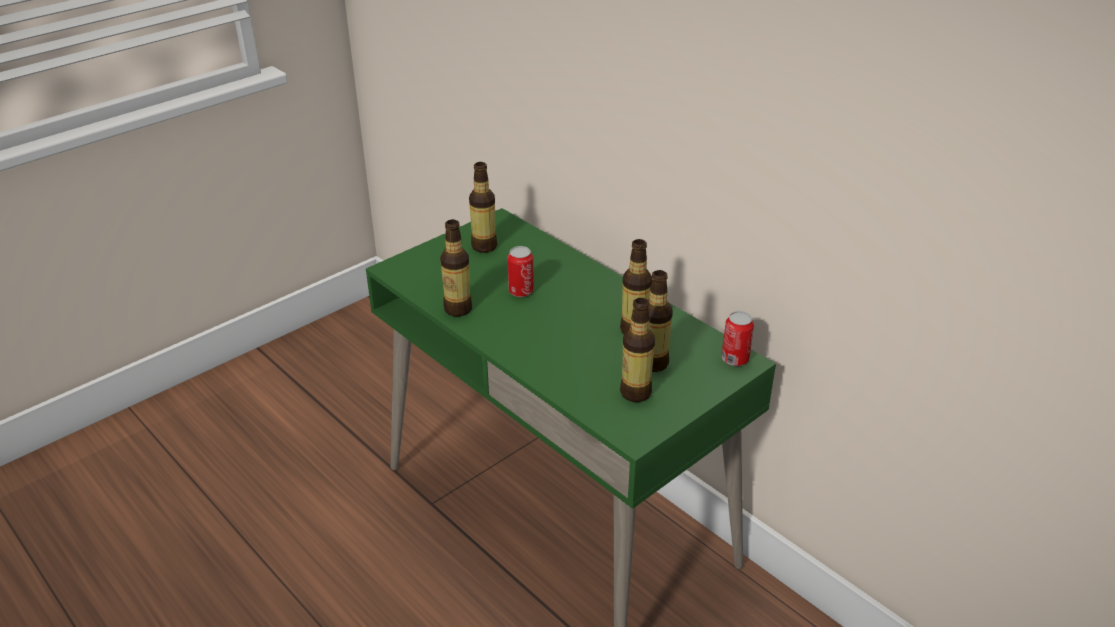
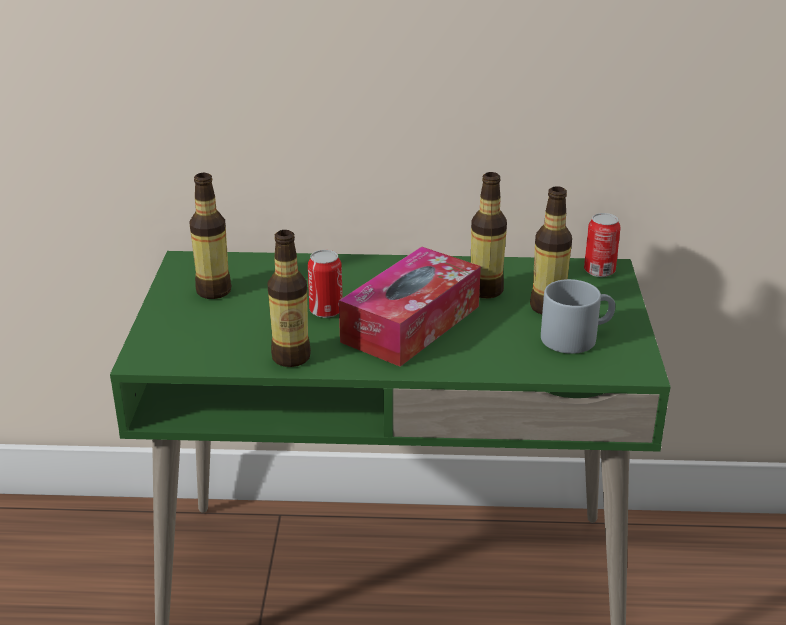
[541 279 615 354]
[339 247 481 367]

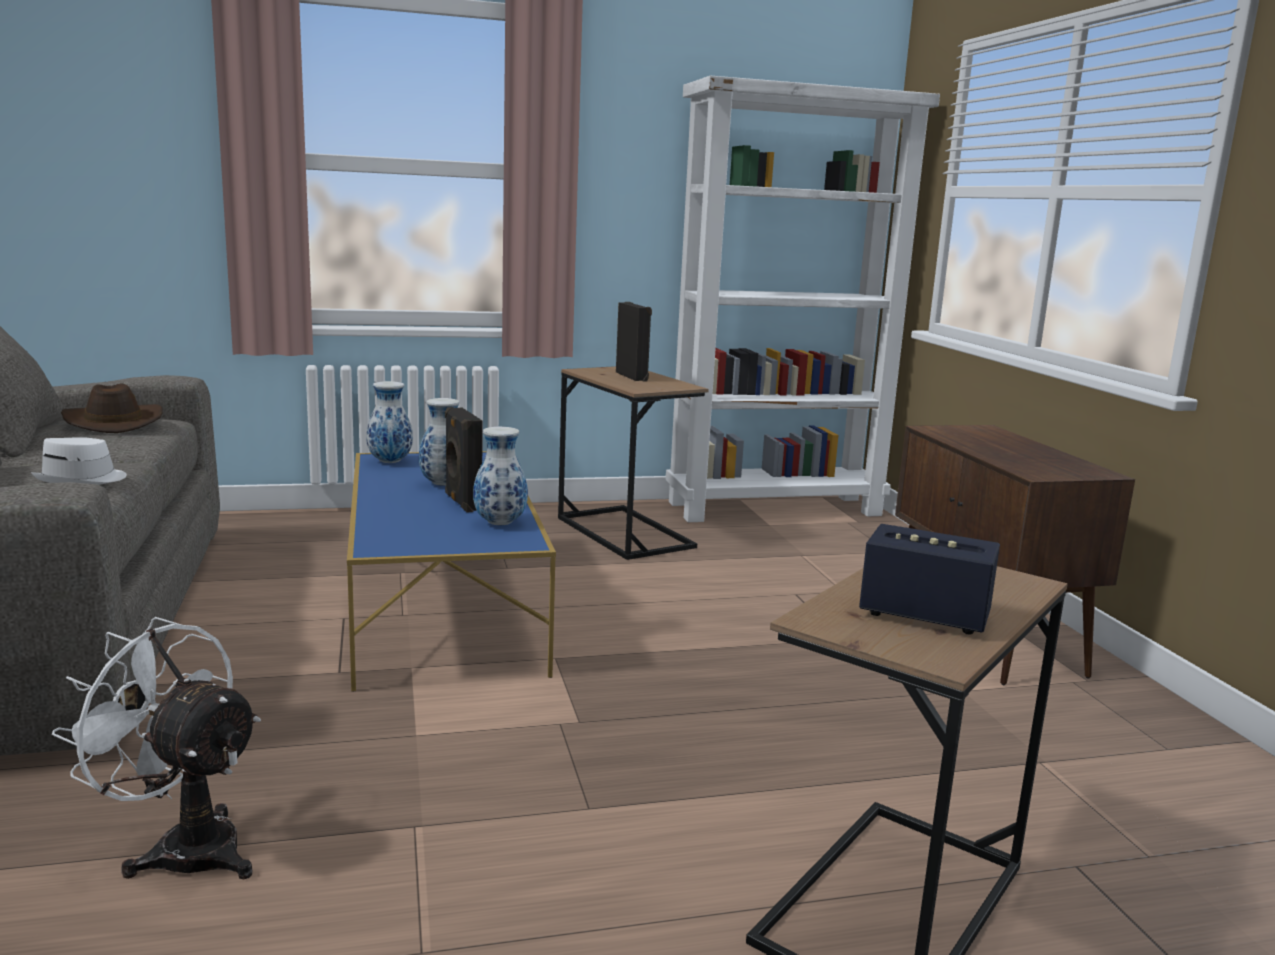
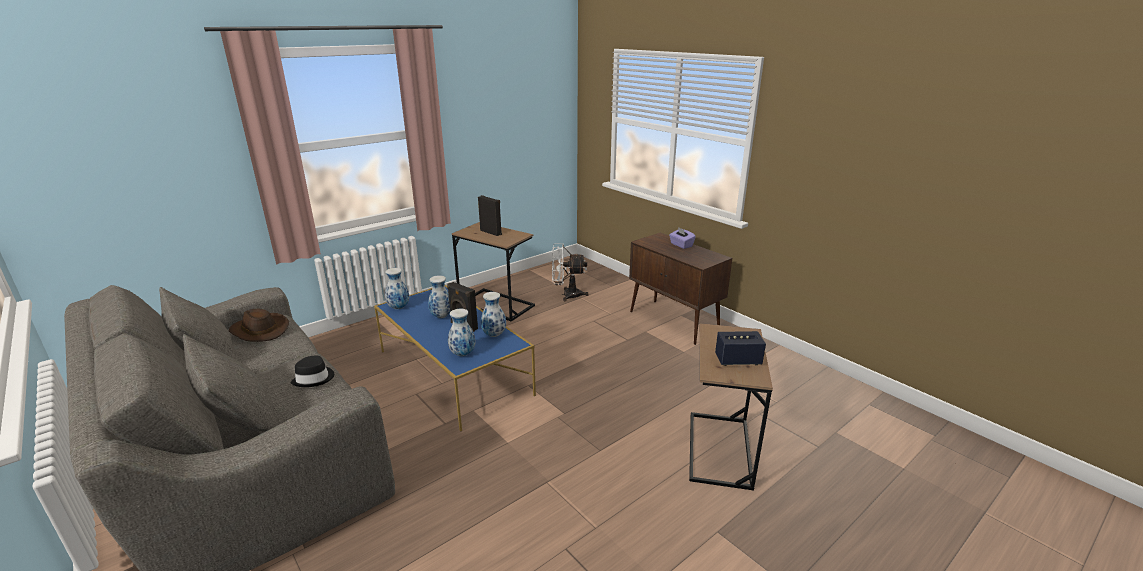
[291 356 334 387]
[552 244 589 301]
[665 76 940 522] (first image)
[448 309 475 356]
[669 227 696 249]

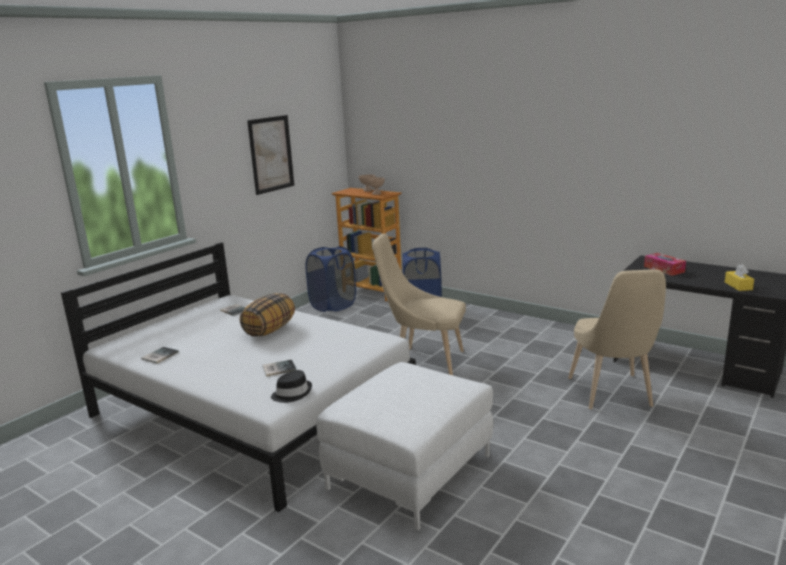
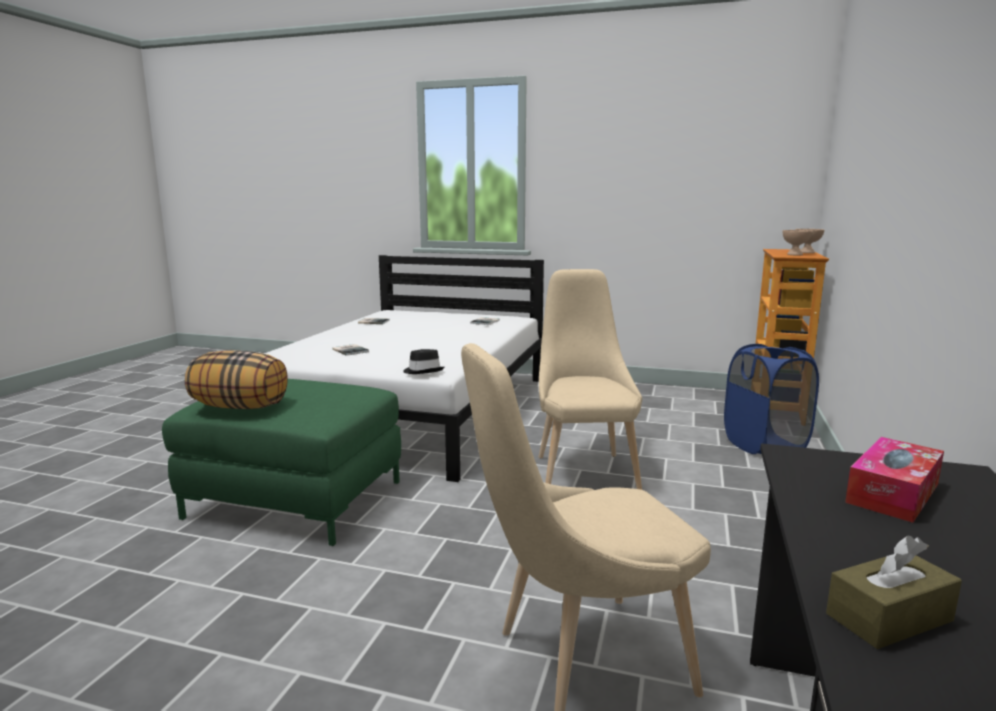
[185 350 288 409]
[247 115 294 195] (first image)
[403 349 444 374]
[306 246 356 312] (first image)
[162 379 401 546]
[826 536 962 649]

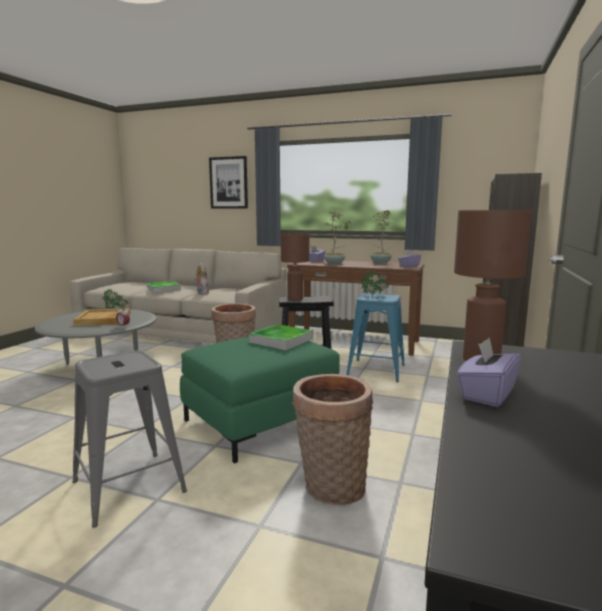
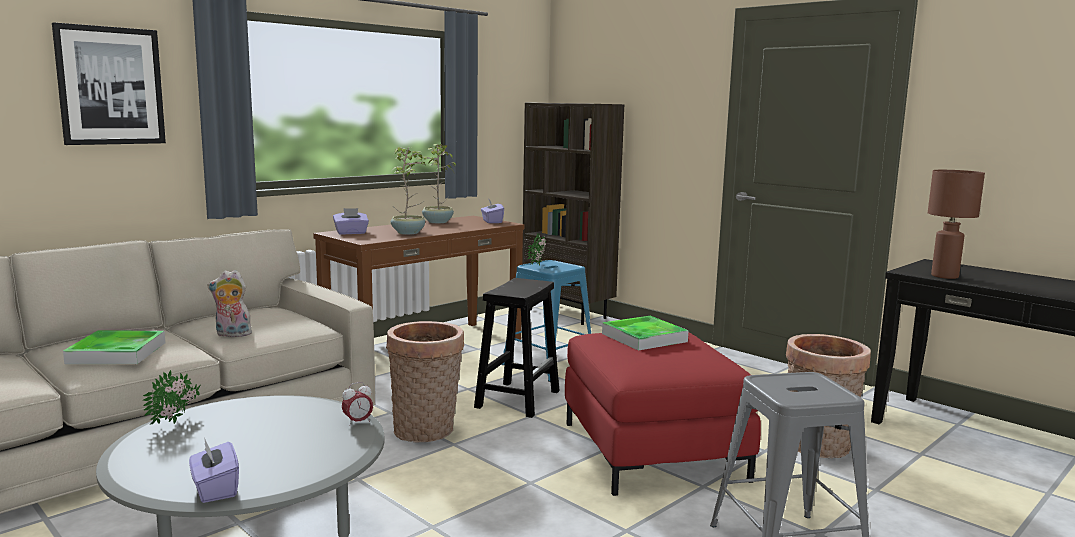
[73 308 131 326] (first image)
[565 332 761 496]
[281 233 309 301] (first image)
[189 438 239 503]

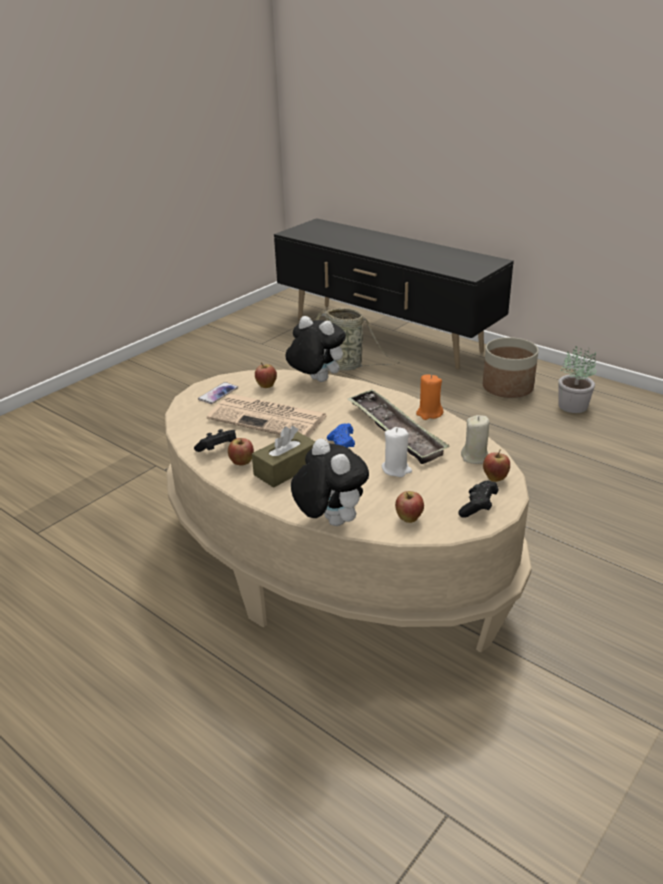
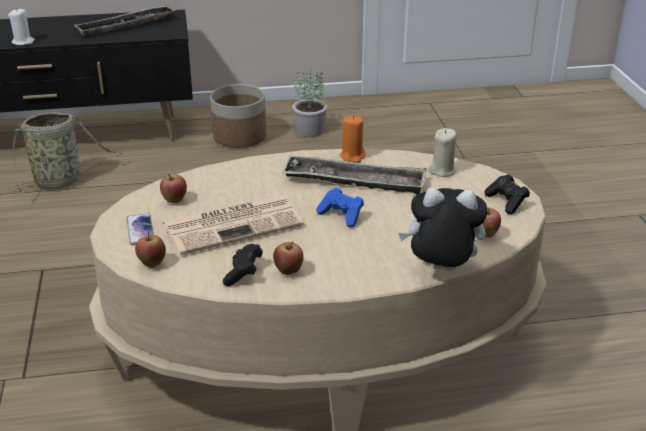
[252 426 315 488] (first image)
[286 316 346 382] (first image)
[8 8 35 45]
[135 231 166 268]
[74 5 175 37]

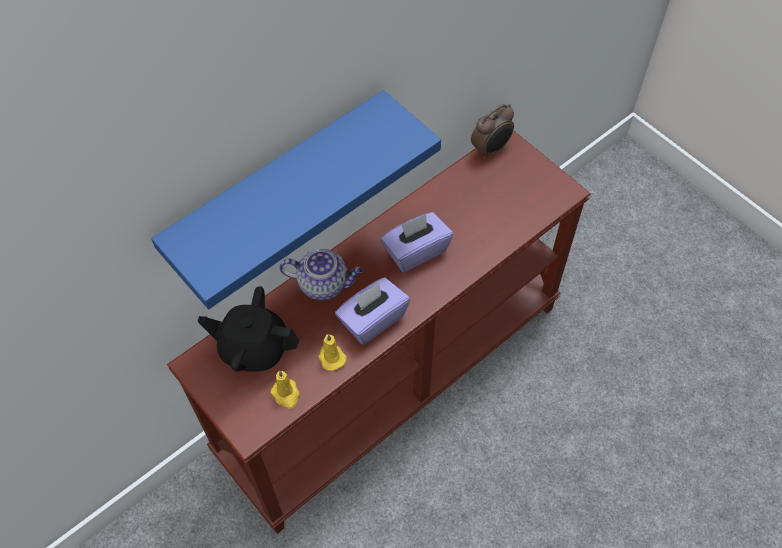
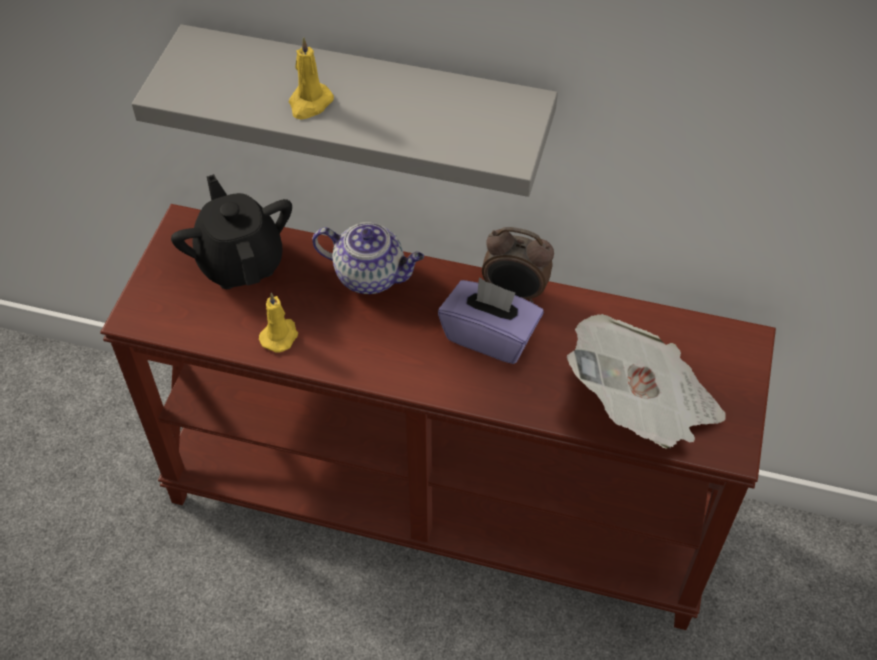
[132 24 558 197]
[289 37 334 119]
[312 222 424 294]
[335 278 410 345] (first image)
[482 227 554 303]
[567 314 725 449]

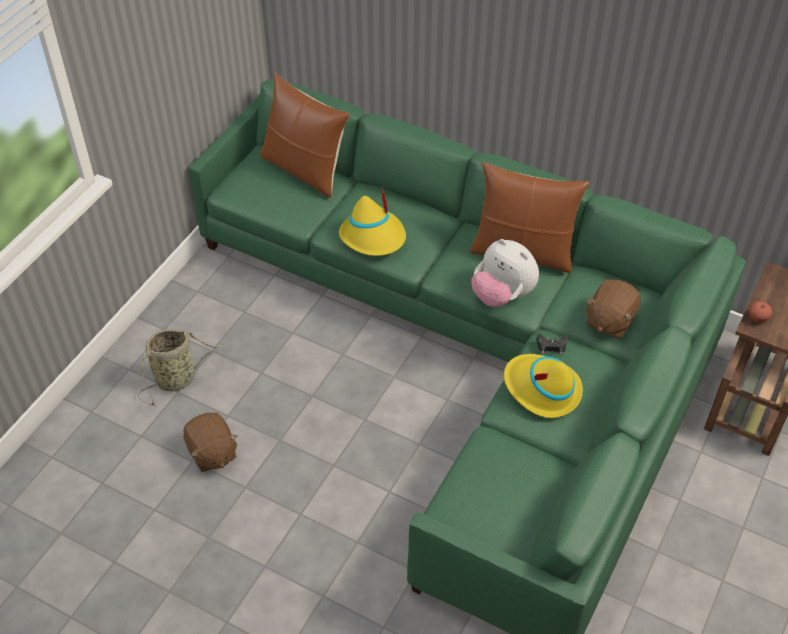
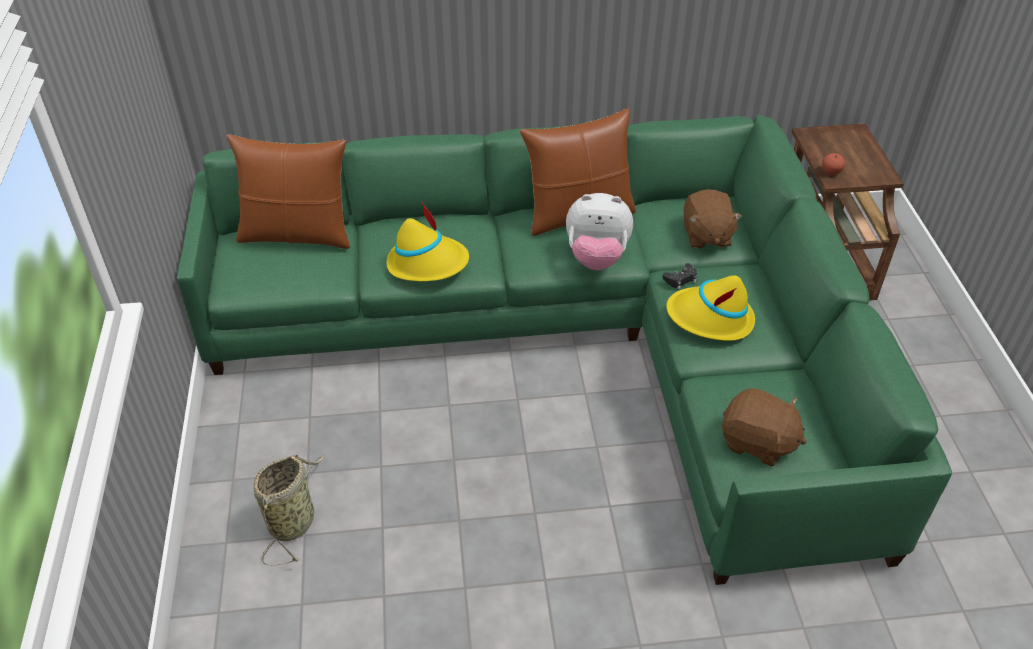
[722 388 807 466]

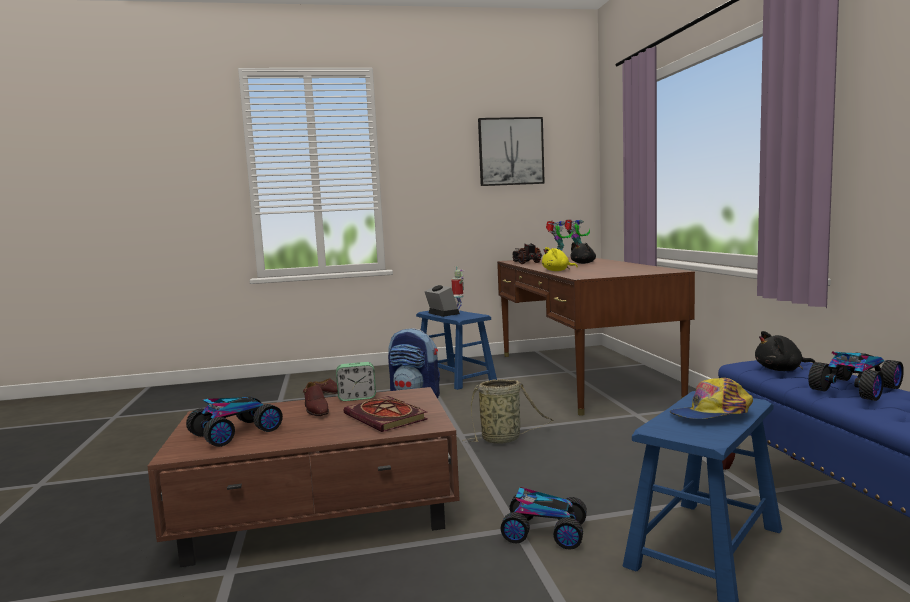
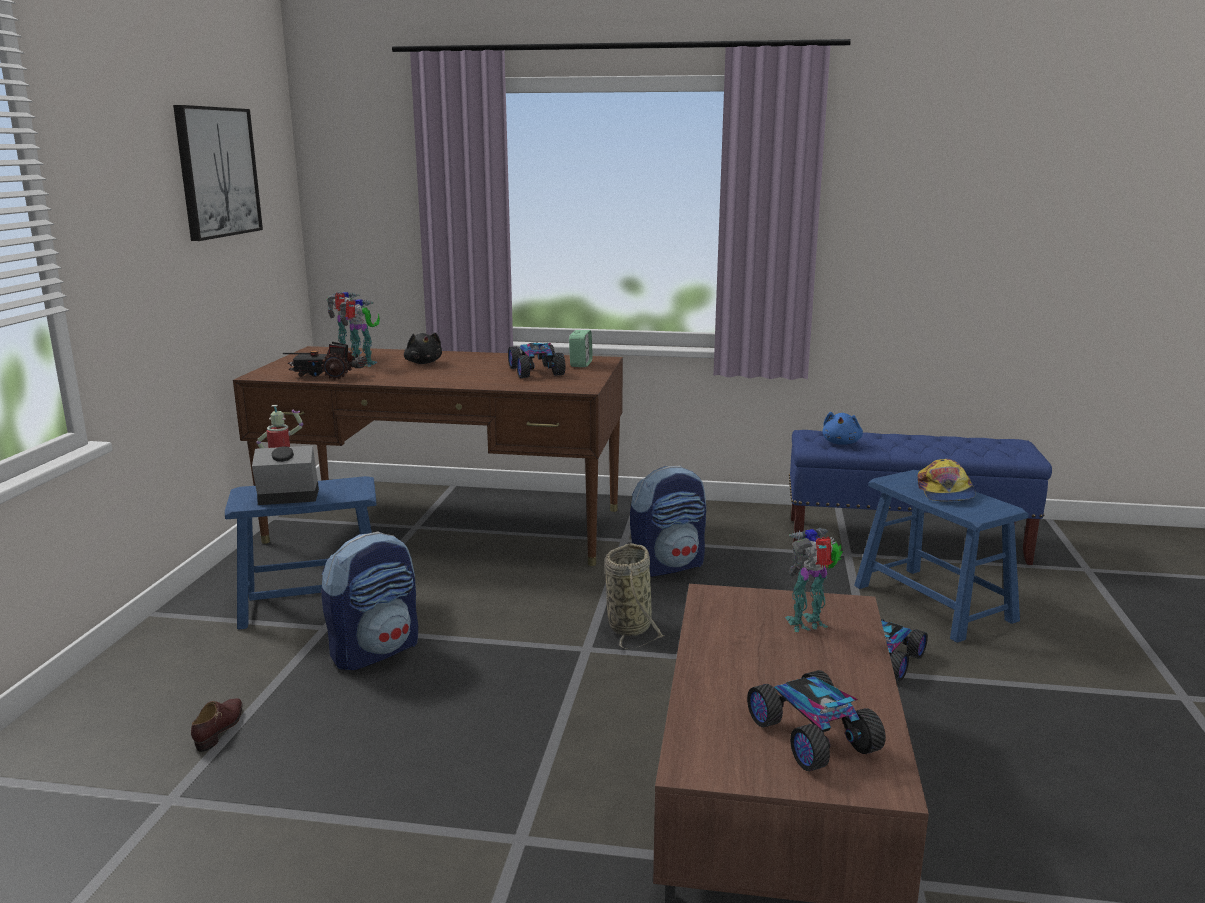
[303 382 329 416] (first image)
[569 330 593 367]
[785 528 843 632]
[542 247 578 271] (first image)
[822 412 863 445]
[508 343 565 378]
[630 466 706 577]

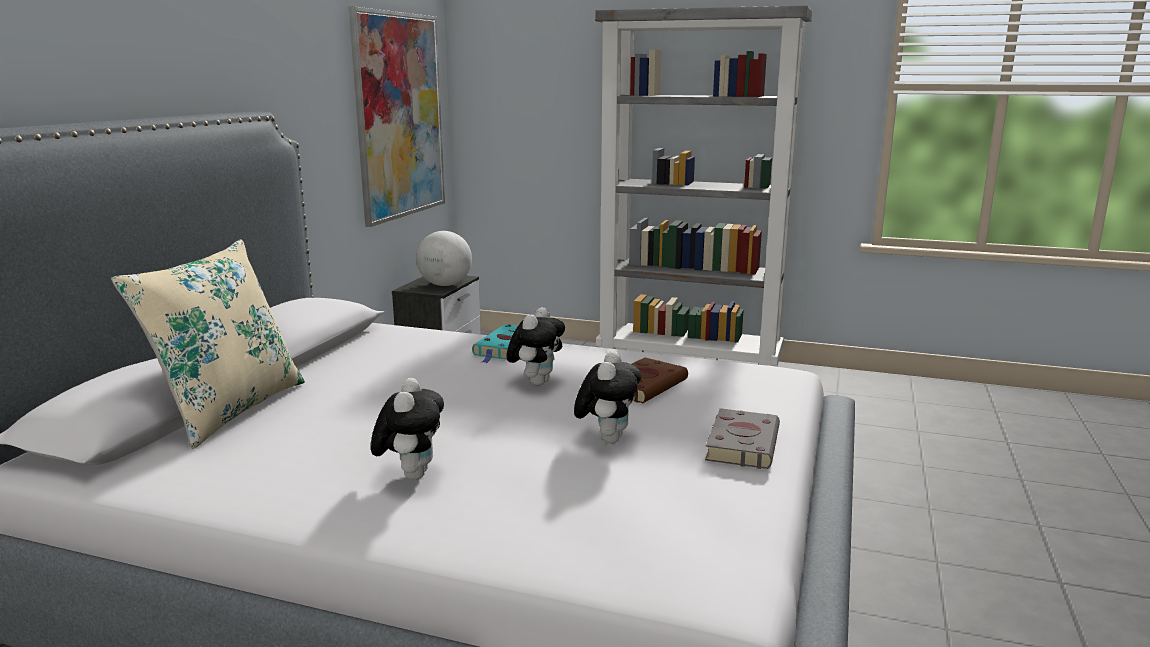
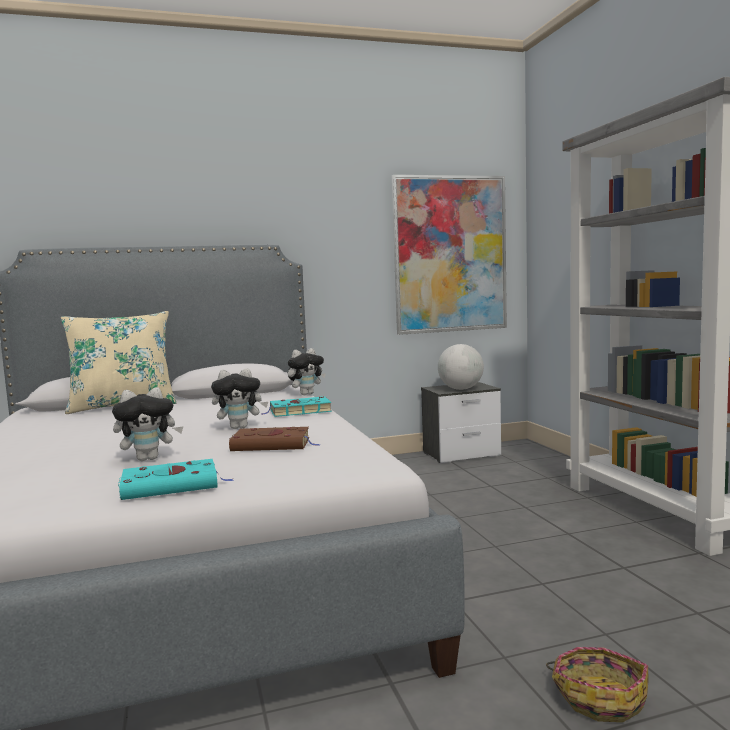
[288 348 326 395]
[118 459 235 500]
[546 647 649 722]

